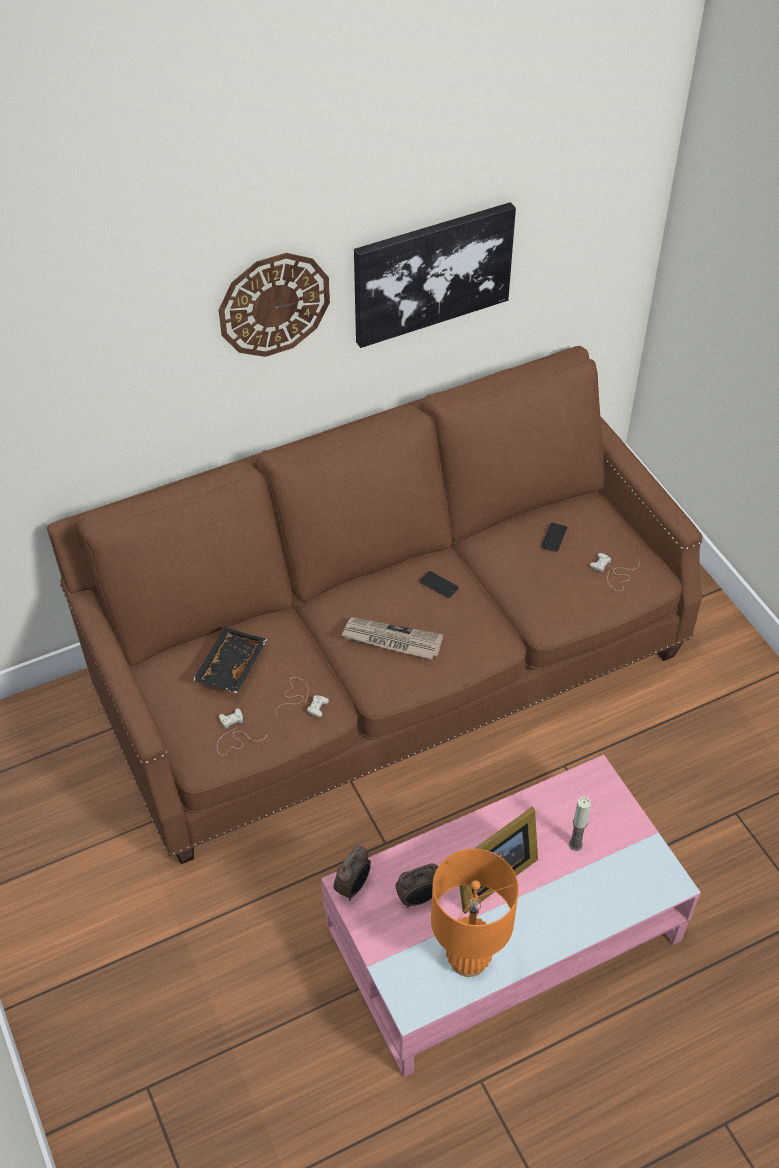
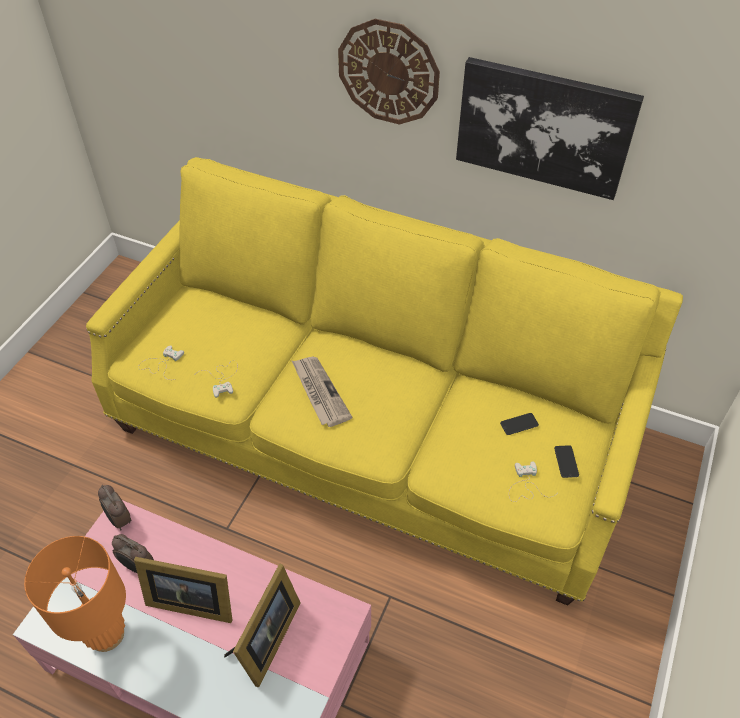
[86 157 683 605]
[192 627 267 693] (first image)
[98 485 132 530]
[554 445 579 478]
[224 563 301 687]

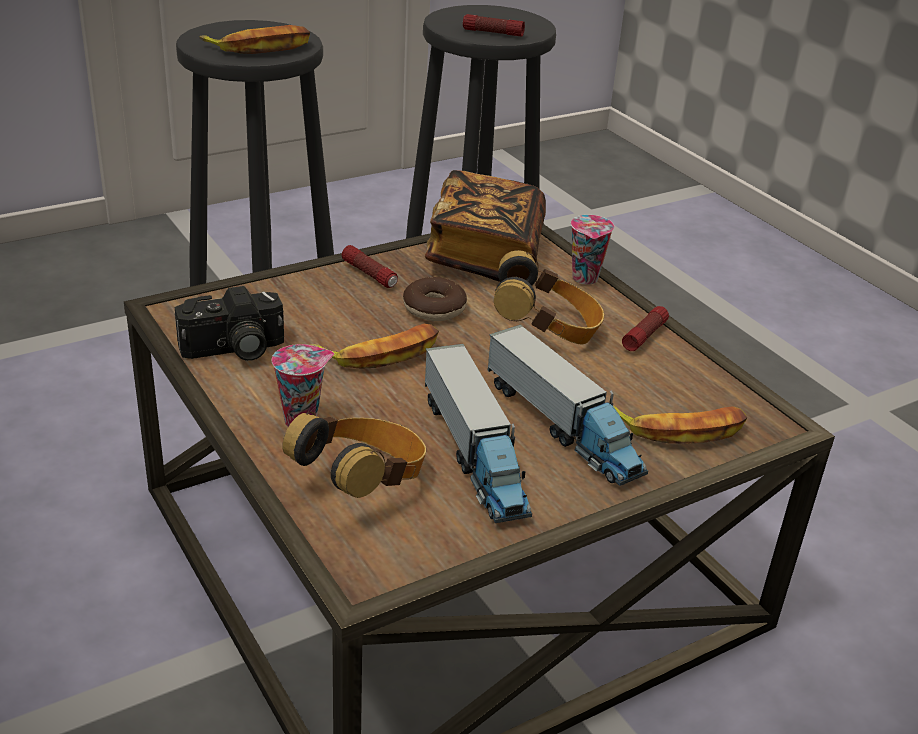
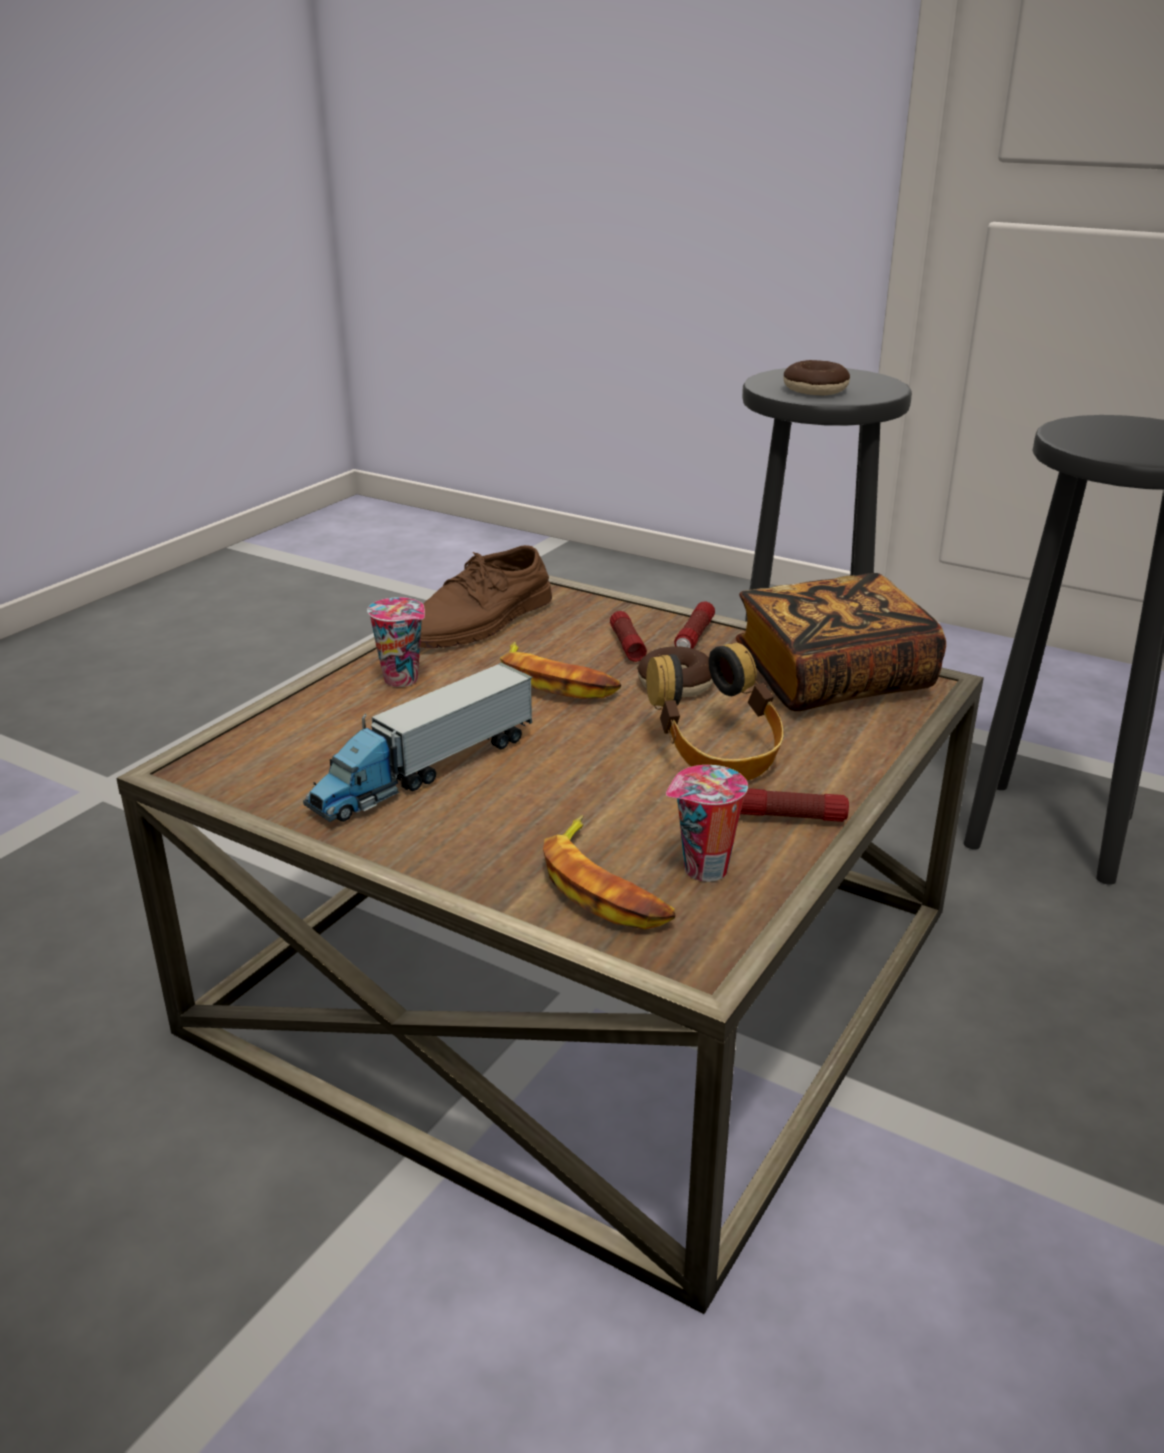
[420 545 552 648]
[784 360 850 395]
[282 412 426 498] (first image)
[610 611 647 662]
[488 325 648 486] (first image)
[666 765 748 882]

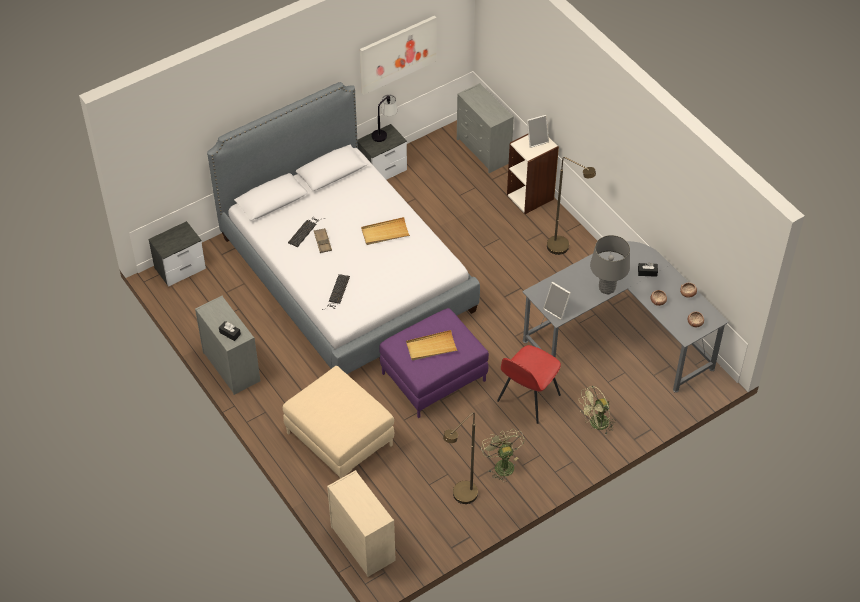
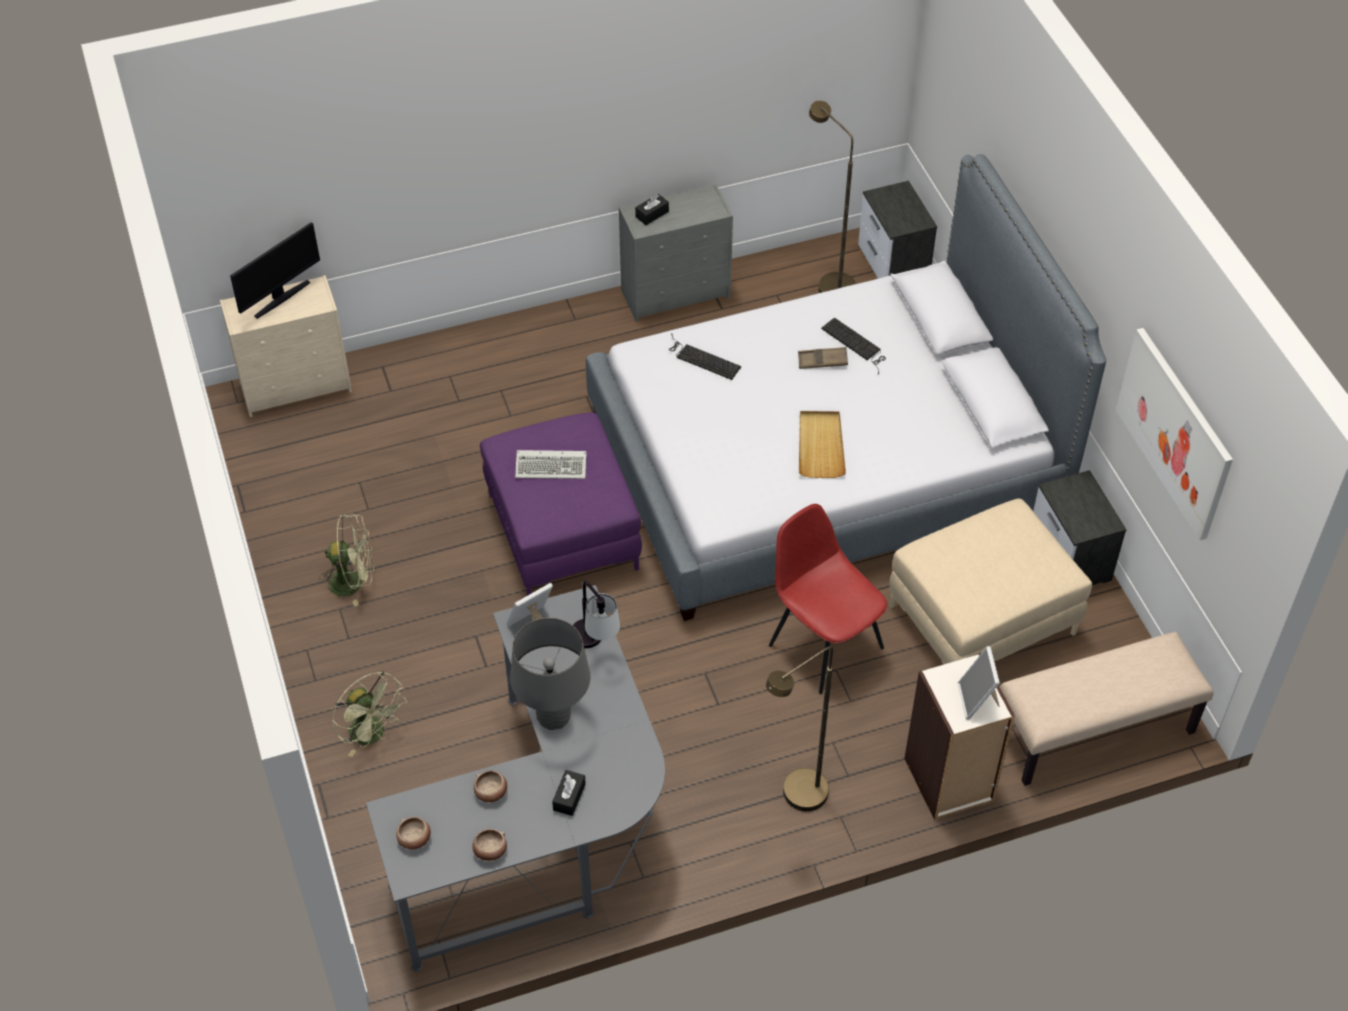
[889 498 1092 664]
[573 581 620 648]
[515 450 587 479]
[809 101 856 293]
[1000 632 1213 786]
[769 504 887 694]
[332 671 407 757]
[230 222 320 319]

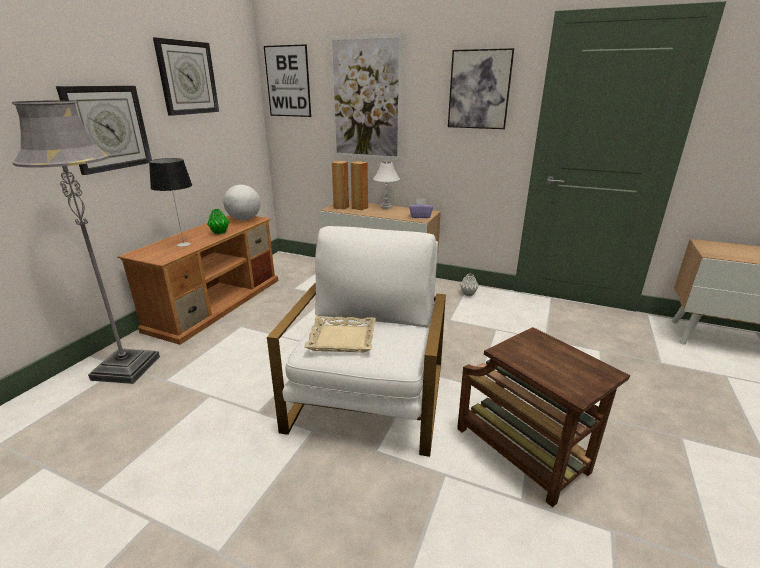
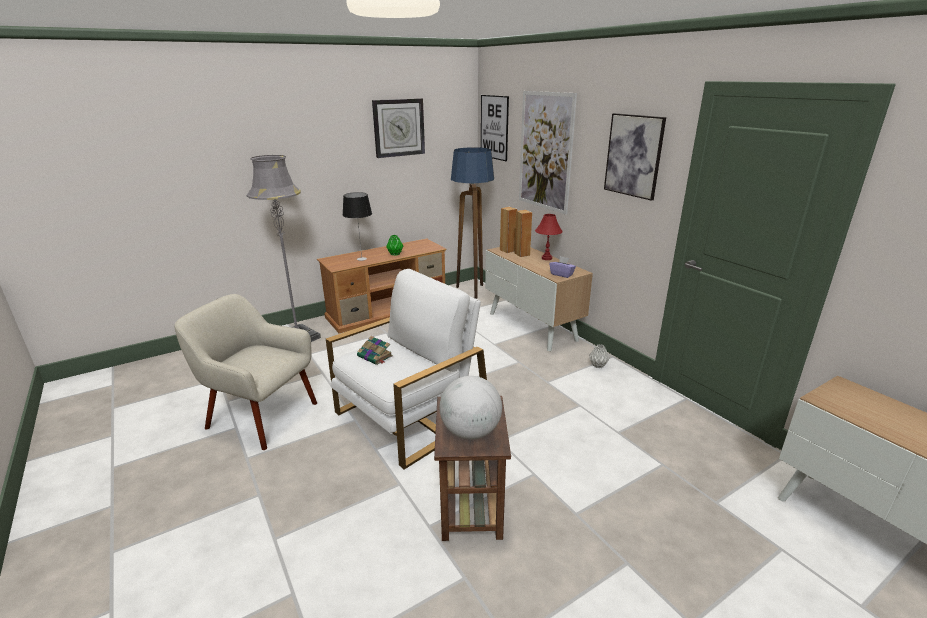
[56 86 152 175] (first image)
[439 376 502 440]
[357 336 393 365]
[535 214 563 260]
[175 294 317 450]
[451 147 494 299]

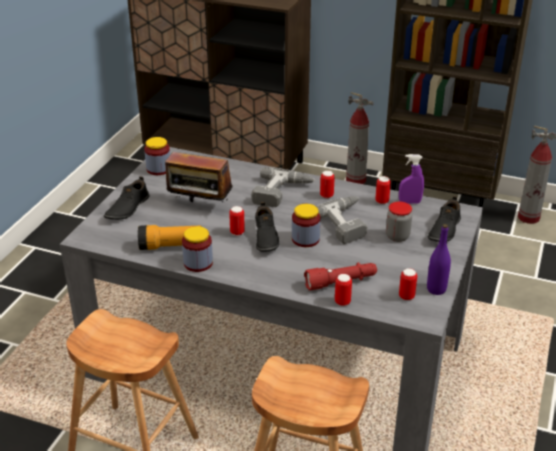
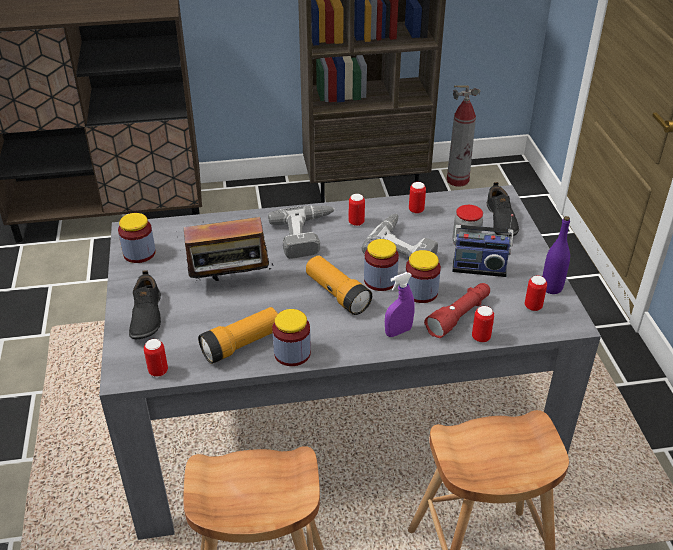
[144 339 168 377]
[306 255 372 315]
[346 92 374 184] (first image)
[385 272 415 337]
[405 250 441 303]
[452 214 514 277]

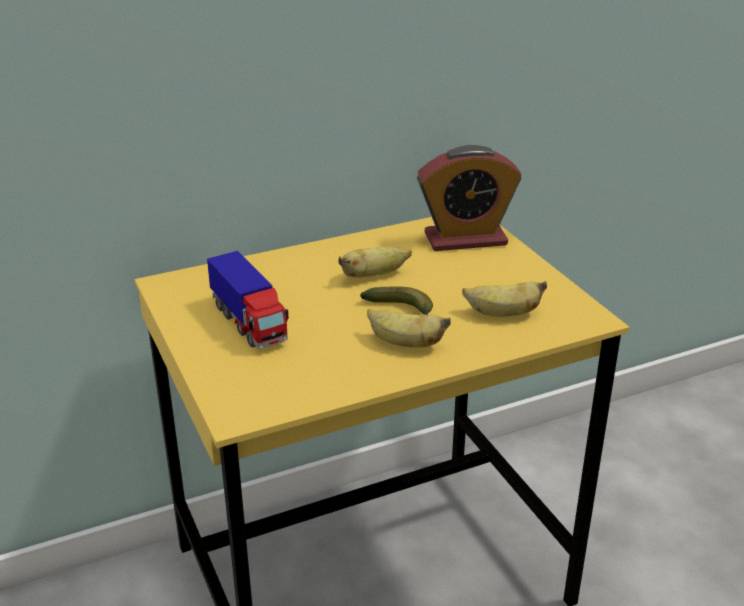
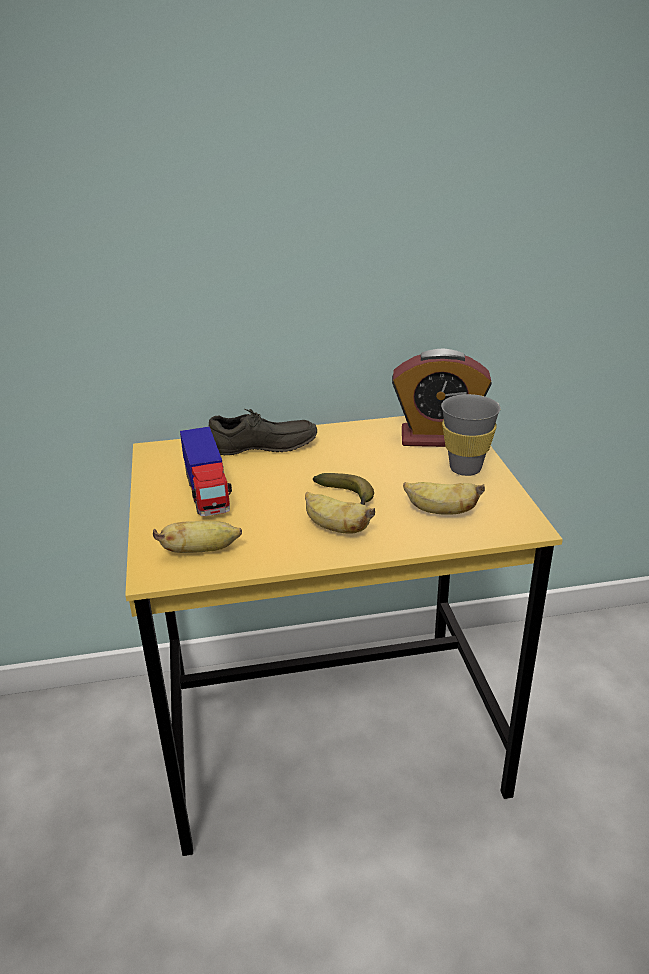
[153 521 242 553]
[208 409 317 456]
[441 394 501 476]

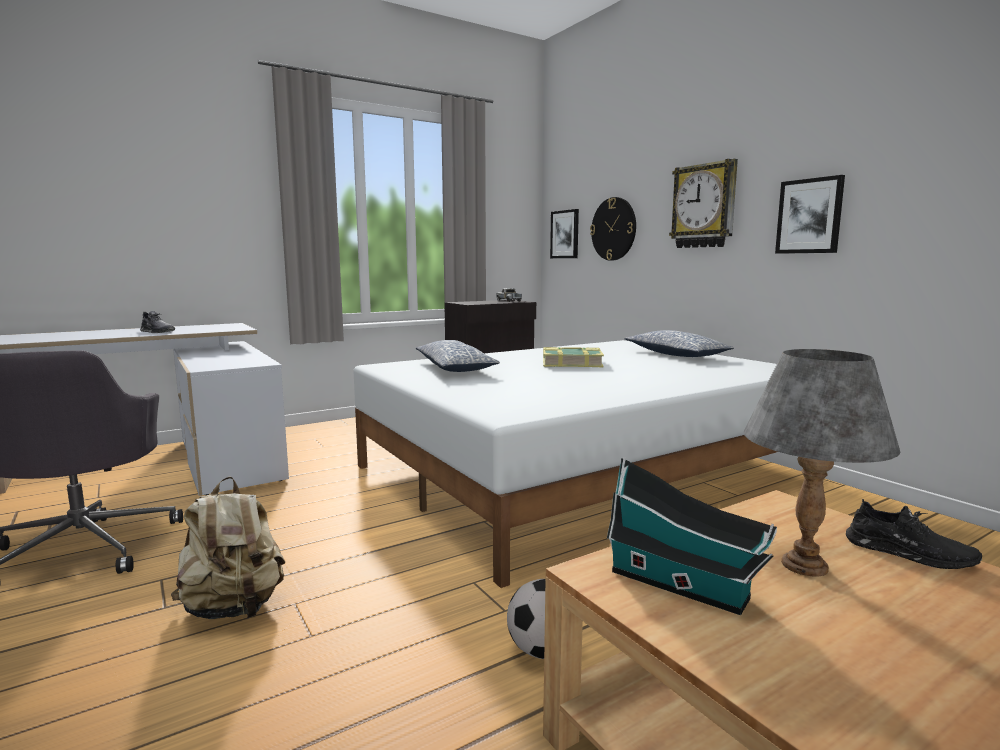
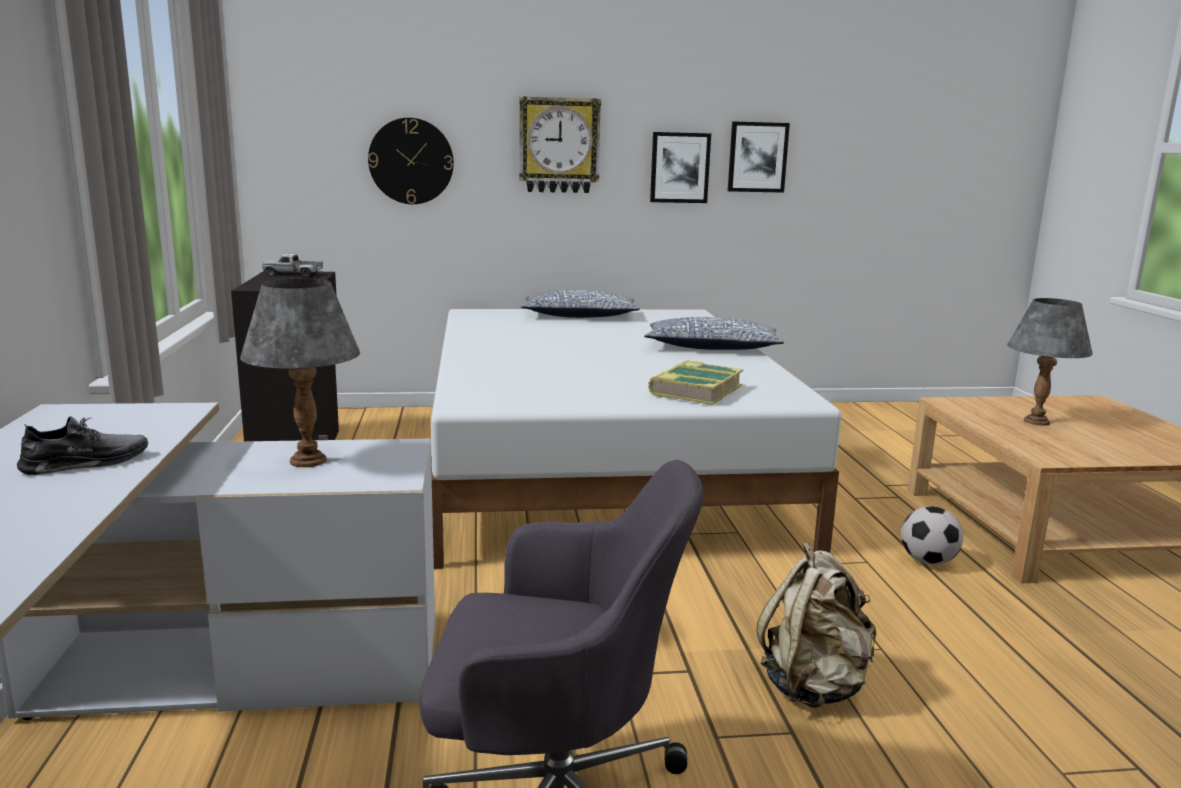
[644 317 784 350]
[648 360 743 405]
[728 121 790 193]
[607 457 777 615] (first image)
[846 499 982 569] (first image)
[240 278 360 467]

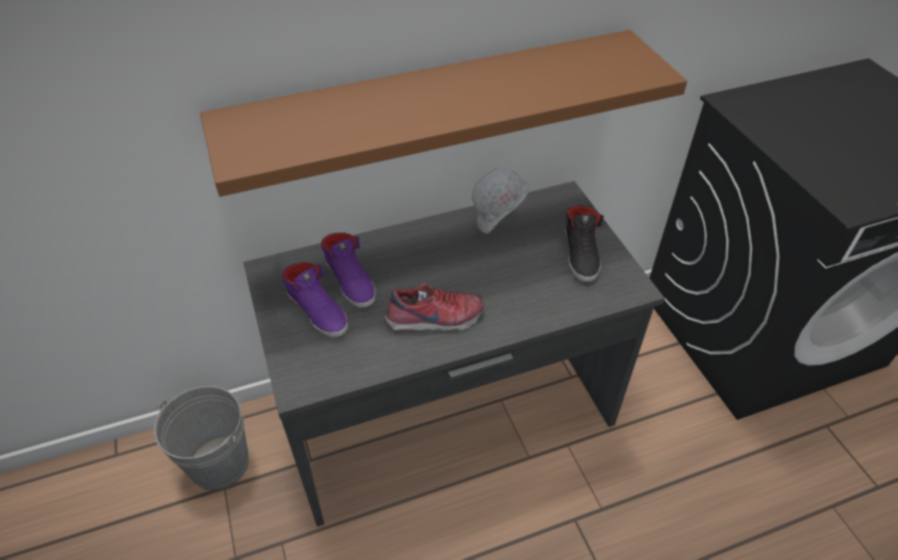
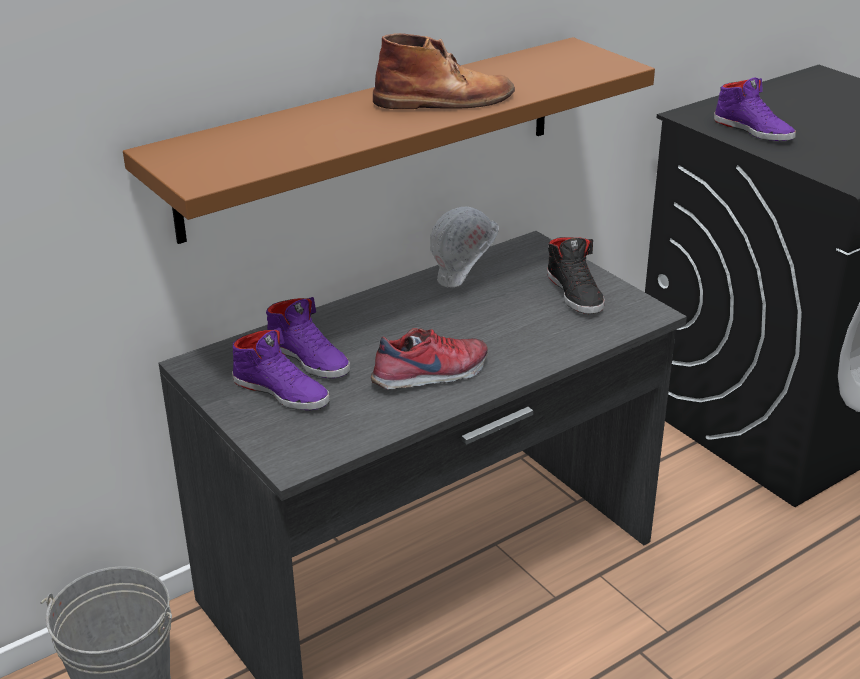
[373 33 515 109]
[714 78 796 141]

